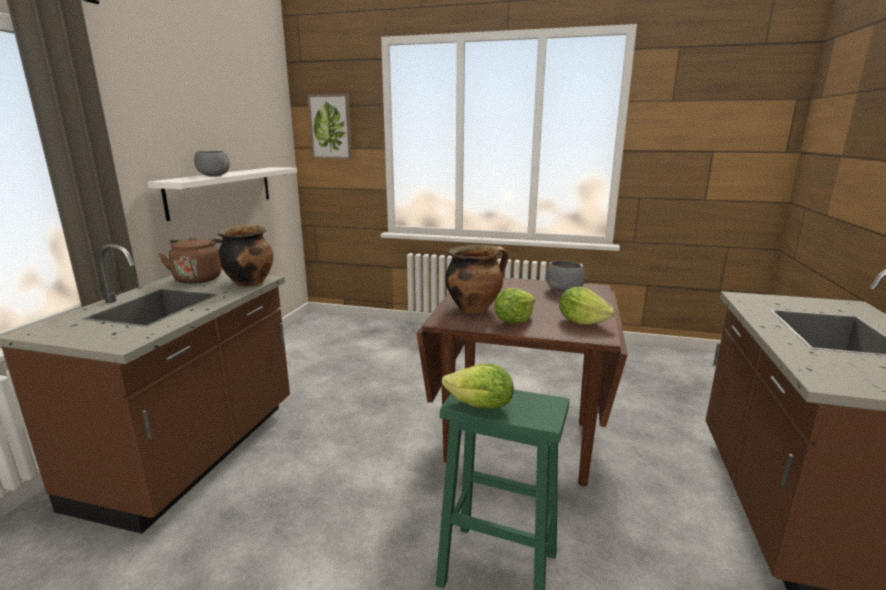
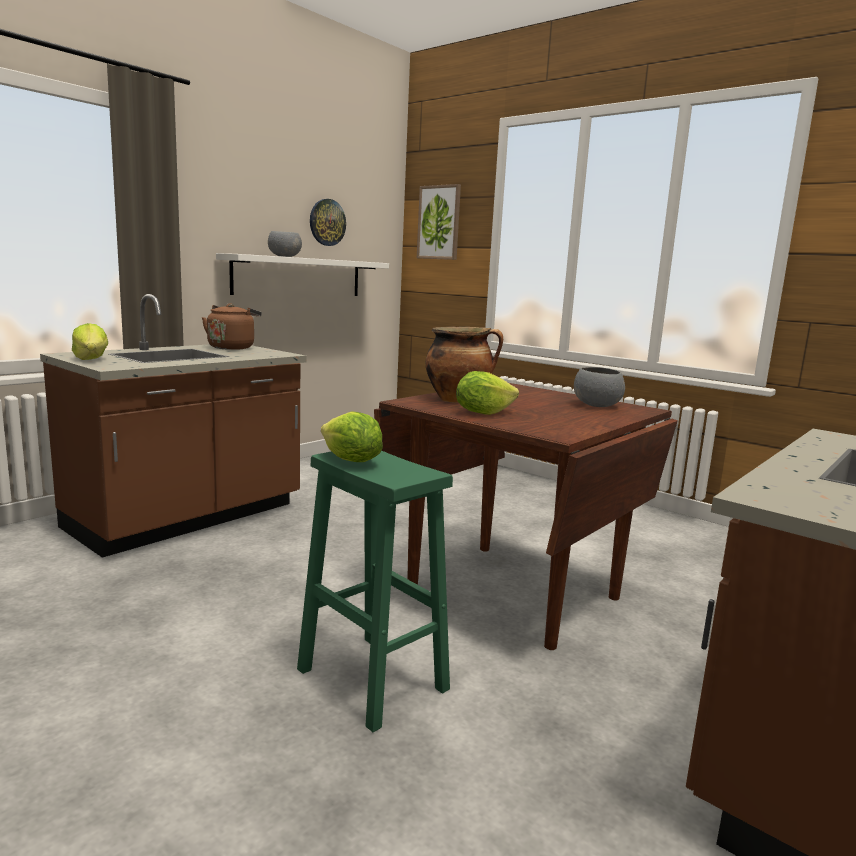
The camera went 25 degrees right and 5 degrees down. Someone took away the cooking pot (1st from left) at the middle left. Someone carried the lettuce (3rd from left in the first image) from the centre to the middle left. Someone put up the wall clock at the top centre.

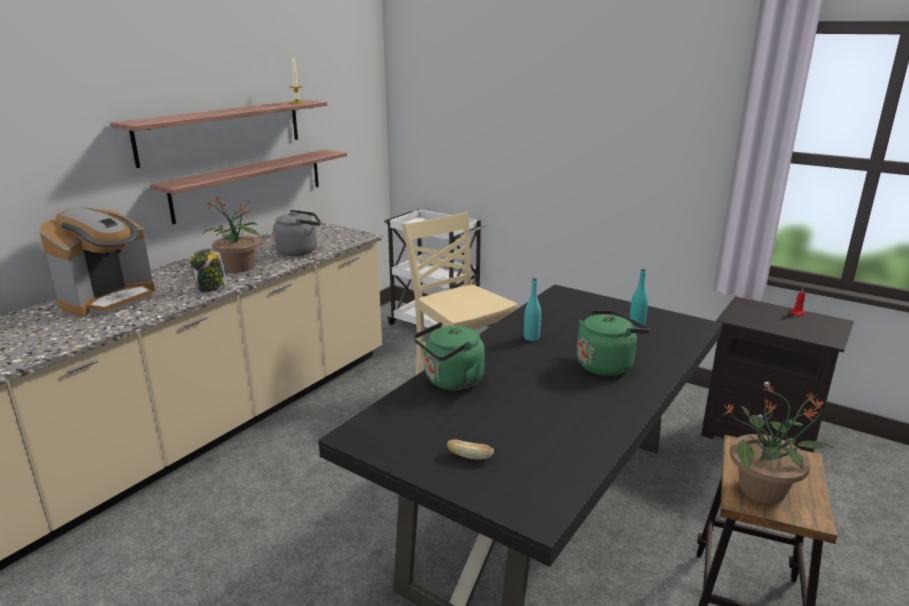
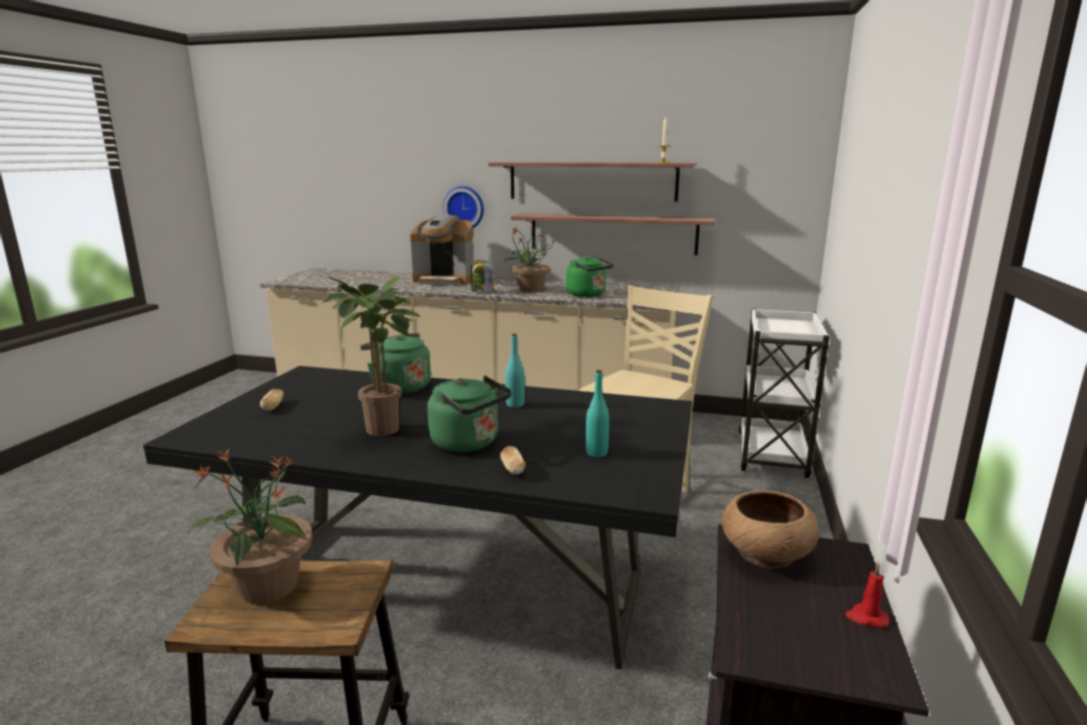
The camera went 70 degrees right and 5 degrees down. Someone repainted the kettle (grey) at the middle left, which became the kettle (green) (3rd from left) at the centre. Someone put up the wall clock at the top centre. Someone put down the potted plant (2nd from left) at the centre. Someone put down the bread (2nd from left) at the centre. Someone put down the bowl (brown) at the bottom right.

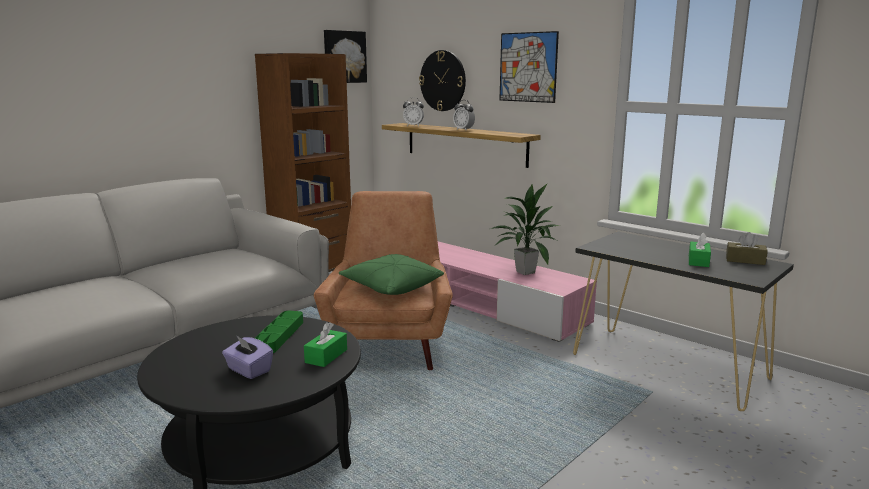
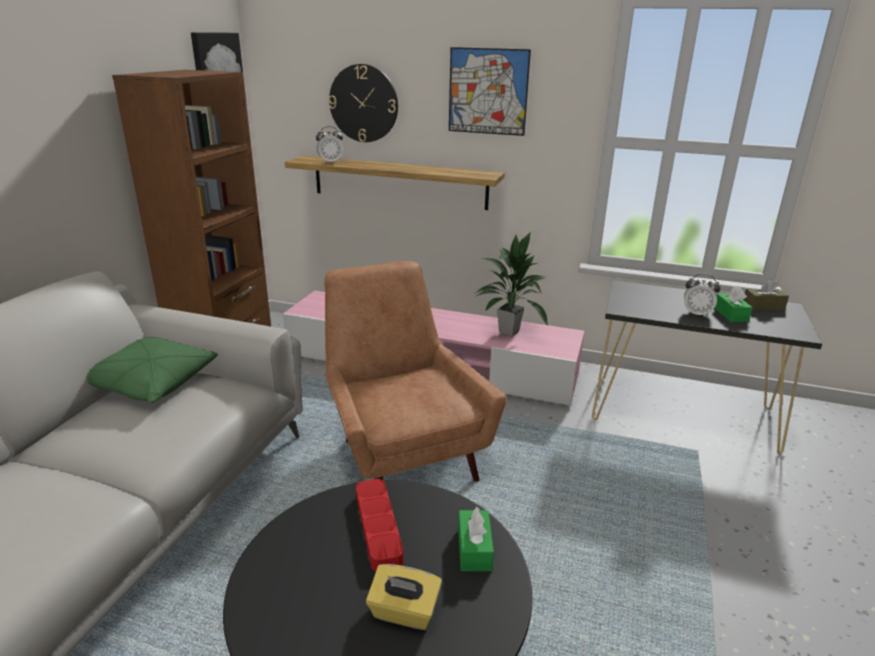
The camera went 25 degrees left and 10 degrees up. Someone carried the alarm clock (2nd from left) from the top centre to the middle right. Someone carried the pillow (green) from the centre to the middle left. Someone repainted the tray (green) at the bottom left, which became the tray (red) at the bottom centre. Someone repainted the tissue box (purple) at the bottom left, which became the tissue box (yellow) at the bottom centre.

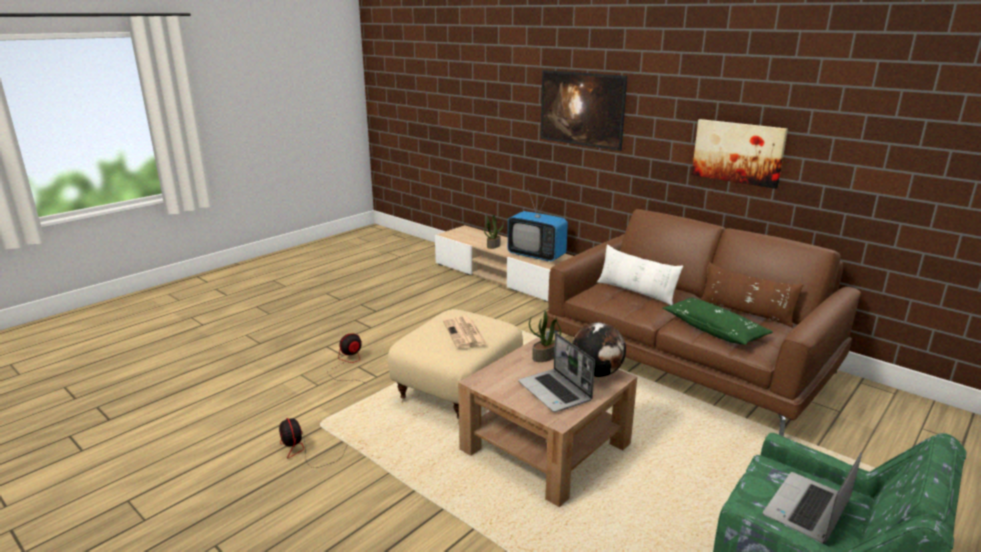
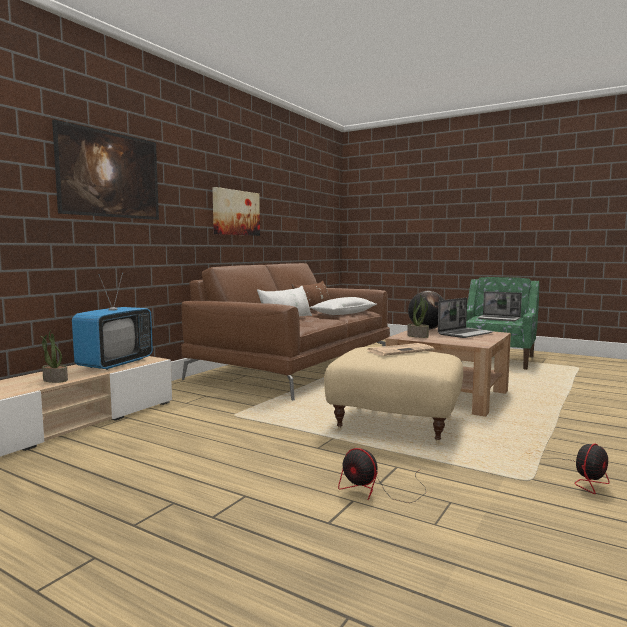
The camera went 100 degrees left and 15 degrees down. Someone repainted the pillow (green) at the middle right, which became the pillow (white) (2nd from left) at the centre.

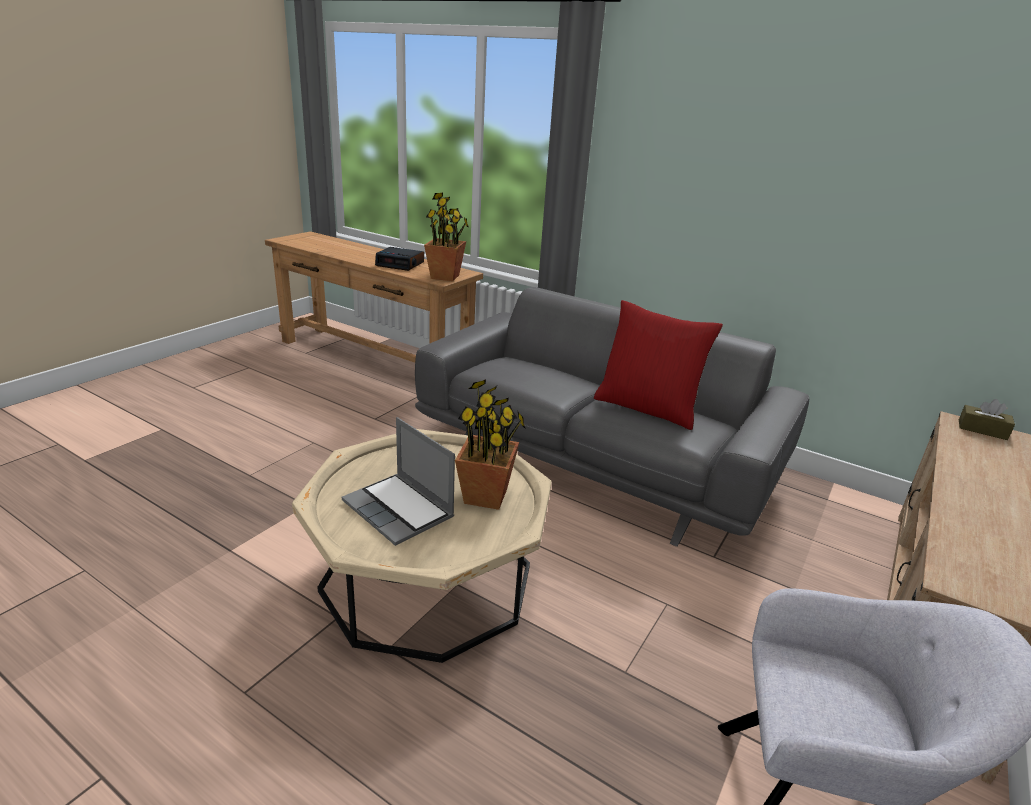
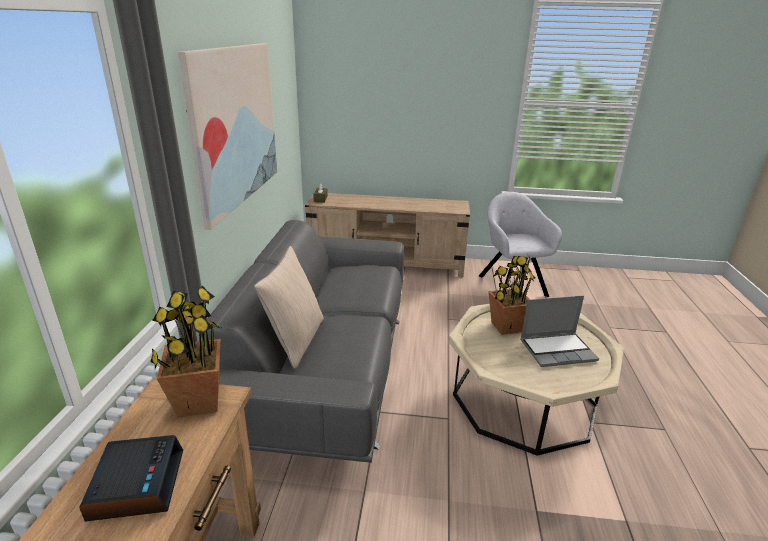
The camera went 115 degrees left and 0 degrees up. Someone took away the pillow (red) at the centre. Someone rotated the laptop at the centre by 60 degrees clockwise. Someone put up the picture at the top left. Someone put down the pillow (beige) at the centre.

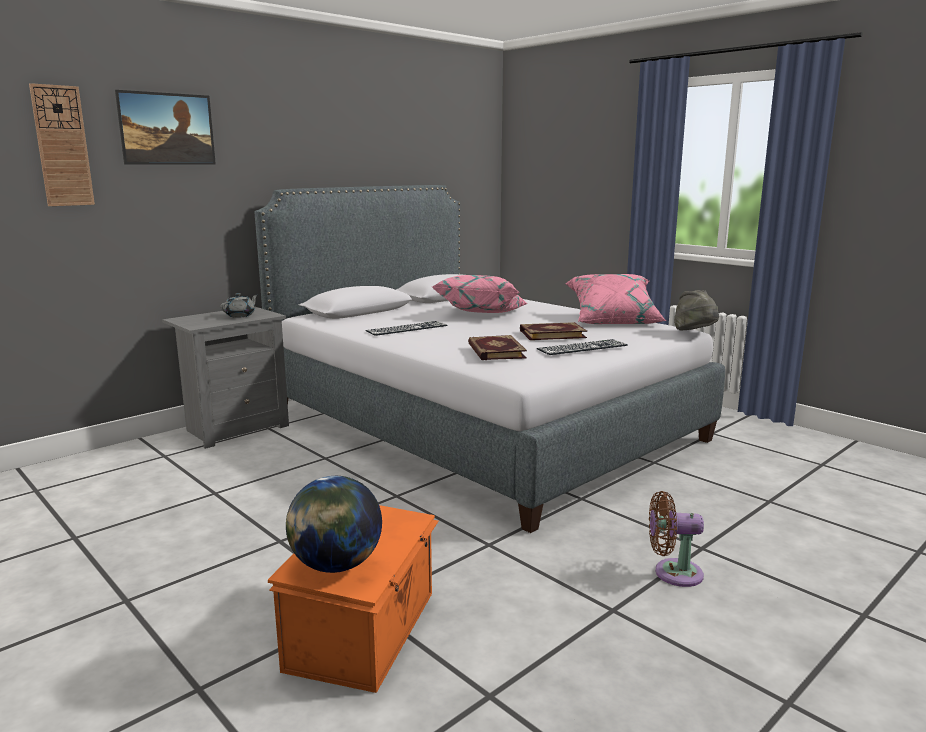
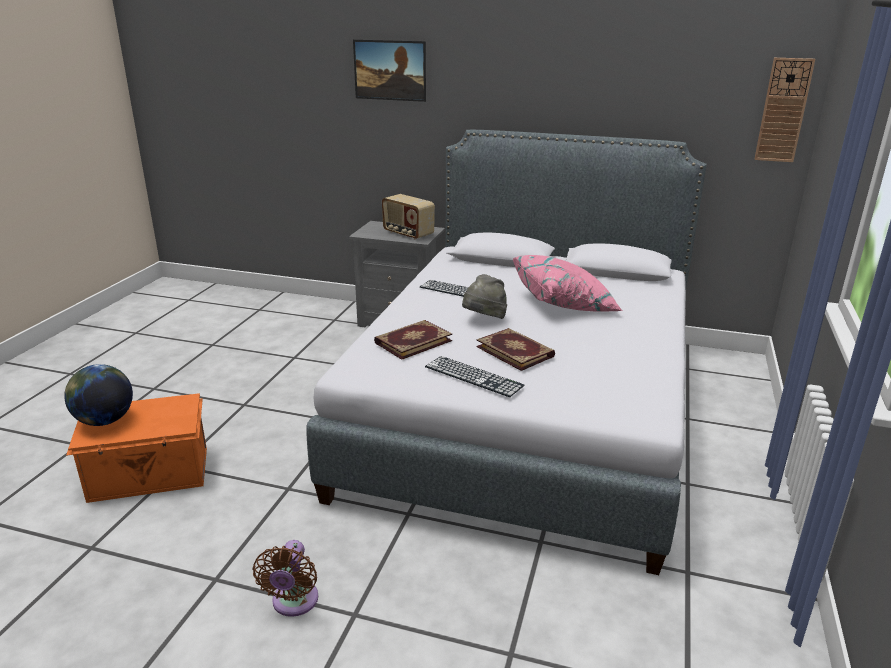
The camera went 60 degrees right and 10 degrees up. Someone carried the wall clock from the top left to the top right. Someone took away the pillow (pink) (2nd from left) at the centre. Someone carried the hat (grey) from the middle right to the centre. Someone swapped the teapot (grey) at the middle left for the radio at the top centre. Someone rotated the fan (brown) at the bottom right by 150 degrees counterclockwise.

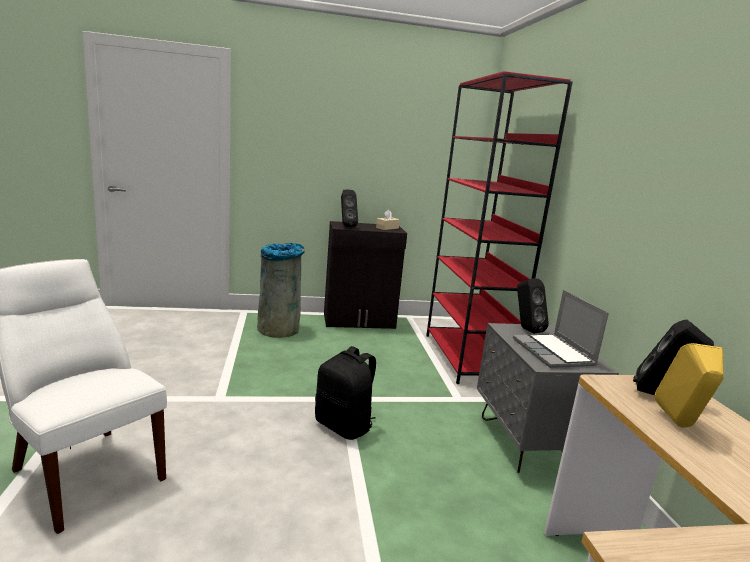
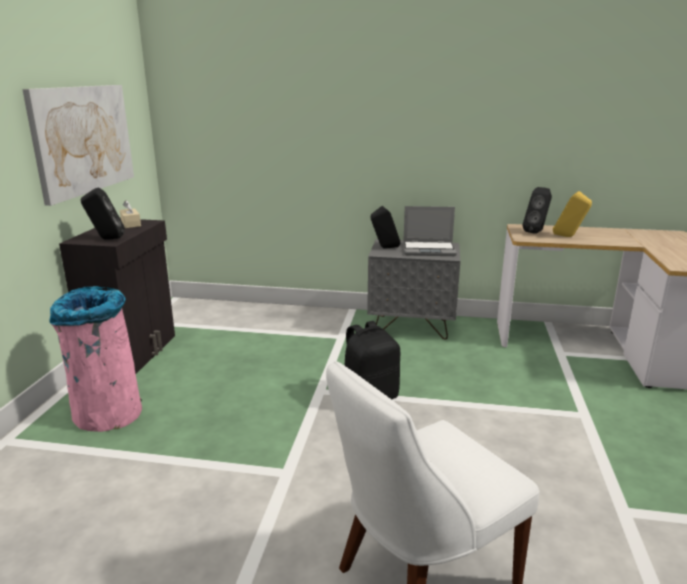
The camera went 70 degrees left and 5 degrees up. Someone took away the bookcase (red) at the centre. Someone repainted the trash can (grey) at the centre, which became the trash can (pink) at the middle left. Someone put up the picture at the top left.

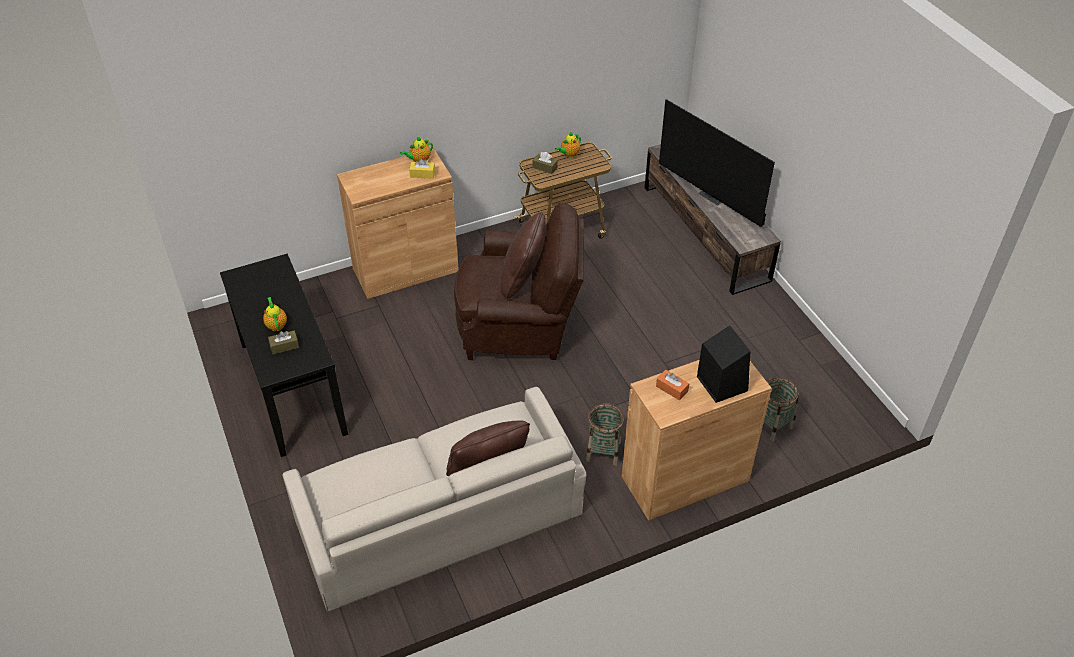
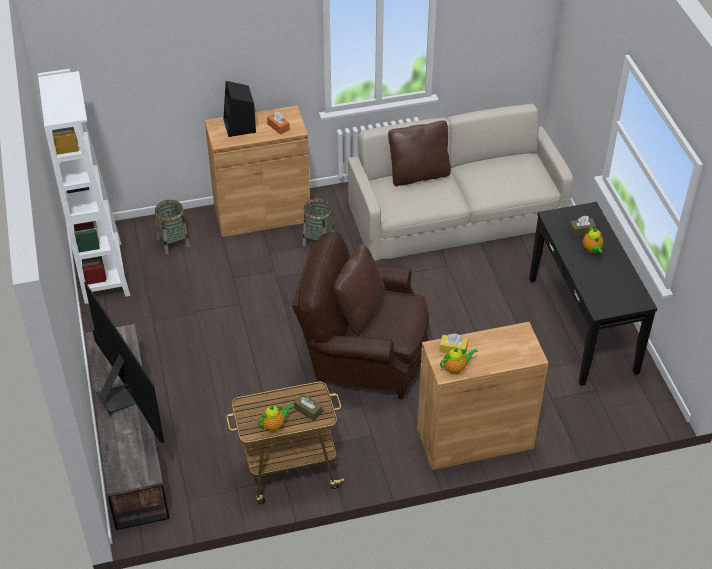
The camera went 170 degrees left and 0 degrees up. Someone put down the bookcase (white) at the top left.

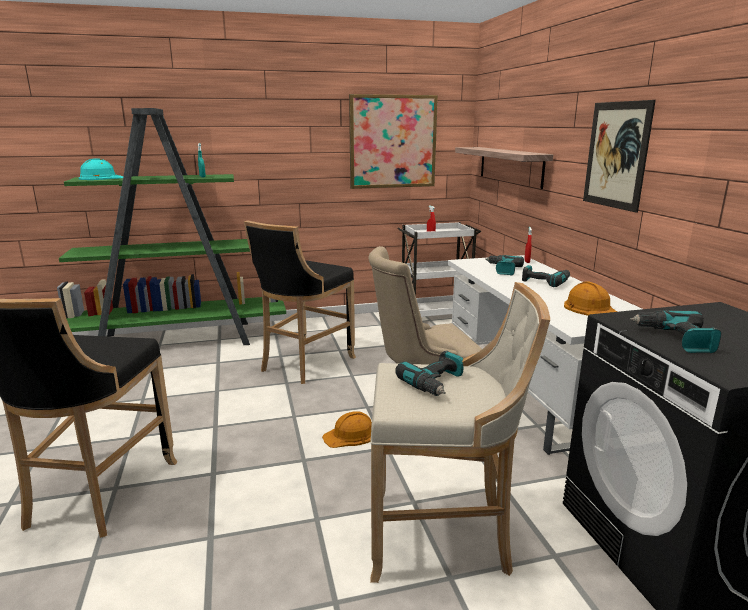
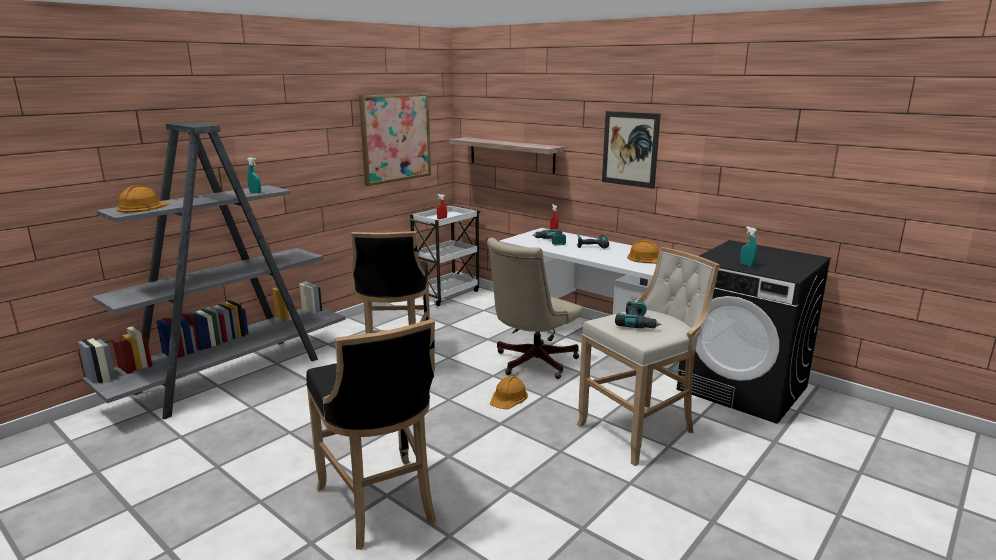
The camera went 35 degrees left and 0 degrees up. Someone repainted the bookcase (green) at the middle left, which became the bookcase (grey) at the middle left. Someone repainted the hard hat (turquoise) at the top left, which became the hard hat (orange) (1st from left) at the middle left. Someone swapped the power drill (4th from left) at the middle right for the spray bottle (turquoise) (2nd from left) at the middle right.

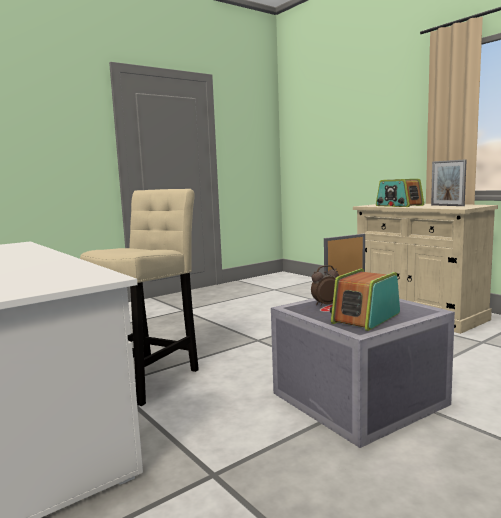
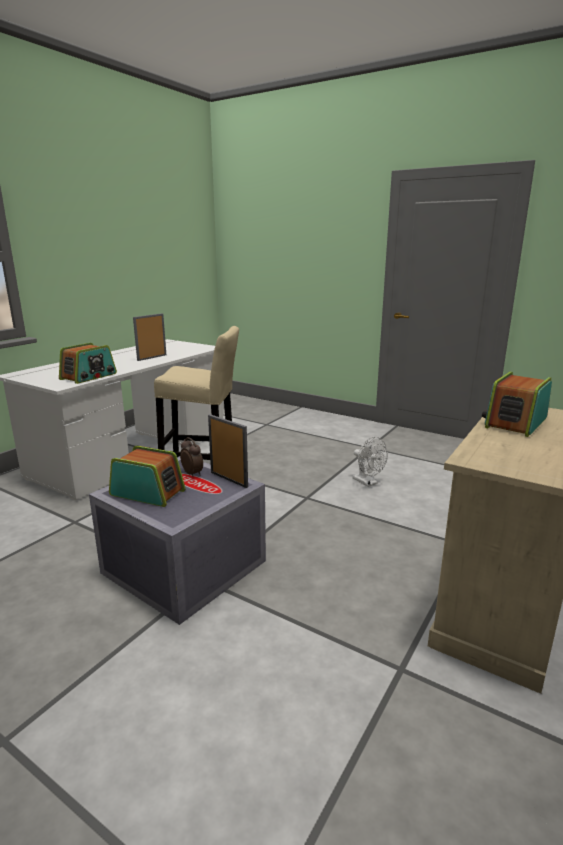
The camera went 70 degrees right and 10 degrees up. Someone carried the picture frame (2nd from left in the first image) from the middle right to the middle left. Someone put down the radio (1st from left) at the middle left. Someone put down the fan (white) at the centre.

